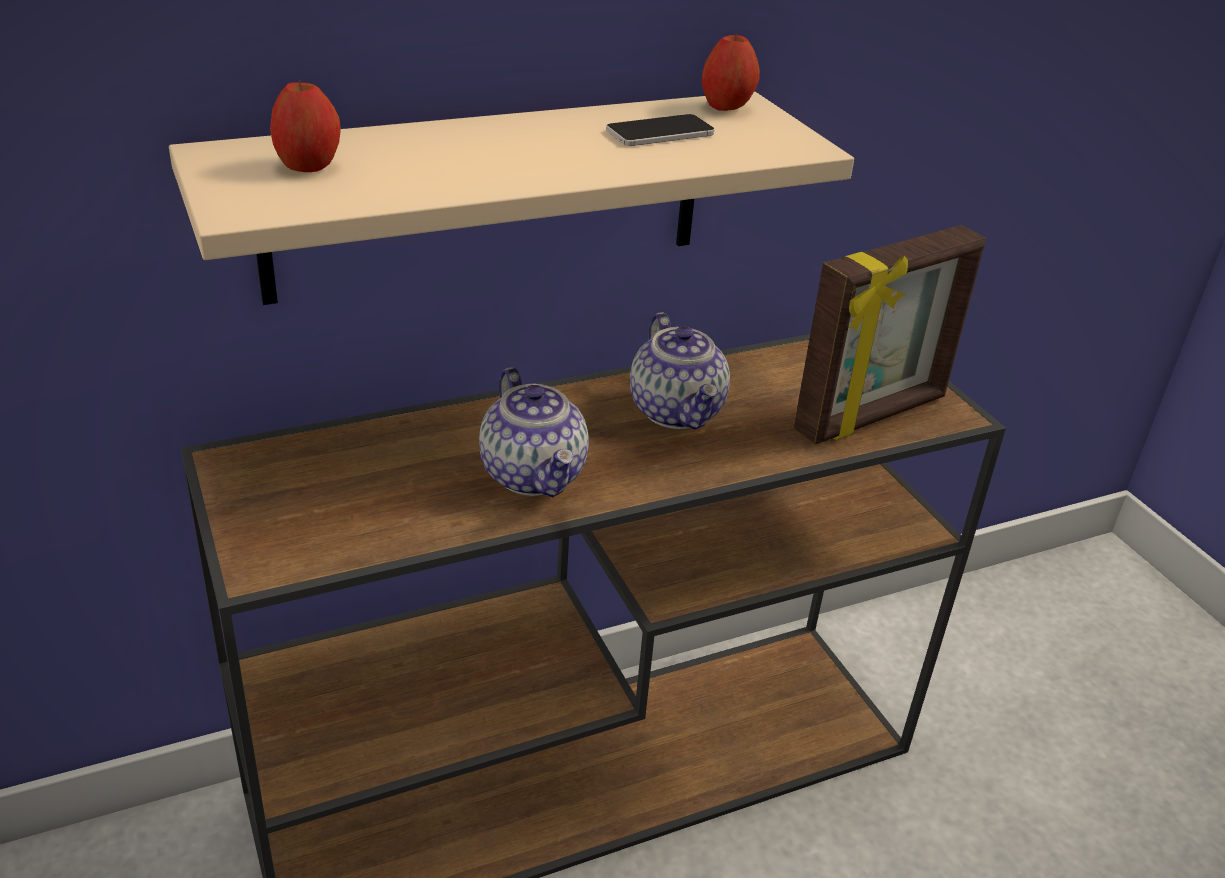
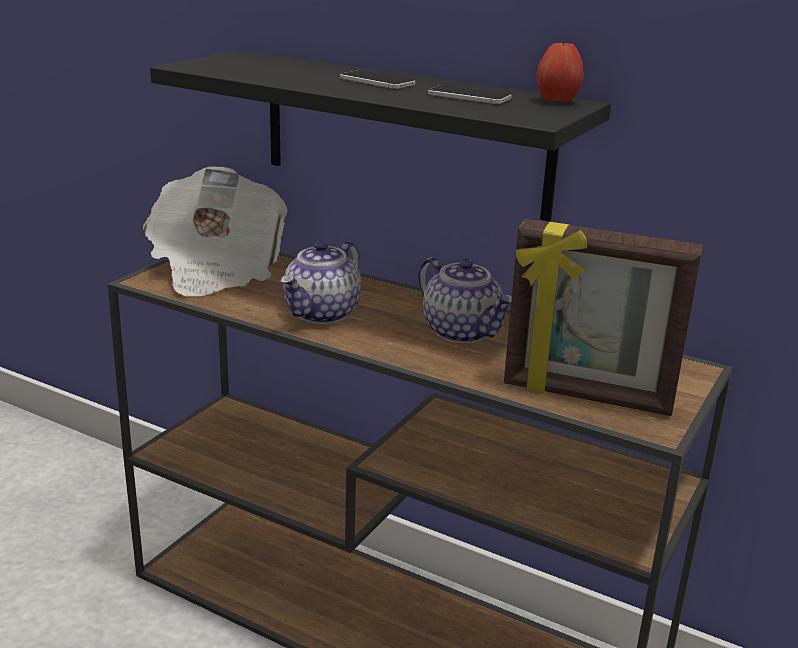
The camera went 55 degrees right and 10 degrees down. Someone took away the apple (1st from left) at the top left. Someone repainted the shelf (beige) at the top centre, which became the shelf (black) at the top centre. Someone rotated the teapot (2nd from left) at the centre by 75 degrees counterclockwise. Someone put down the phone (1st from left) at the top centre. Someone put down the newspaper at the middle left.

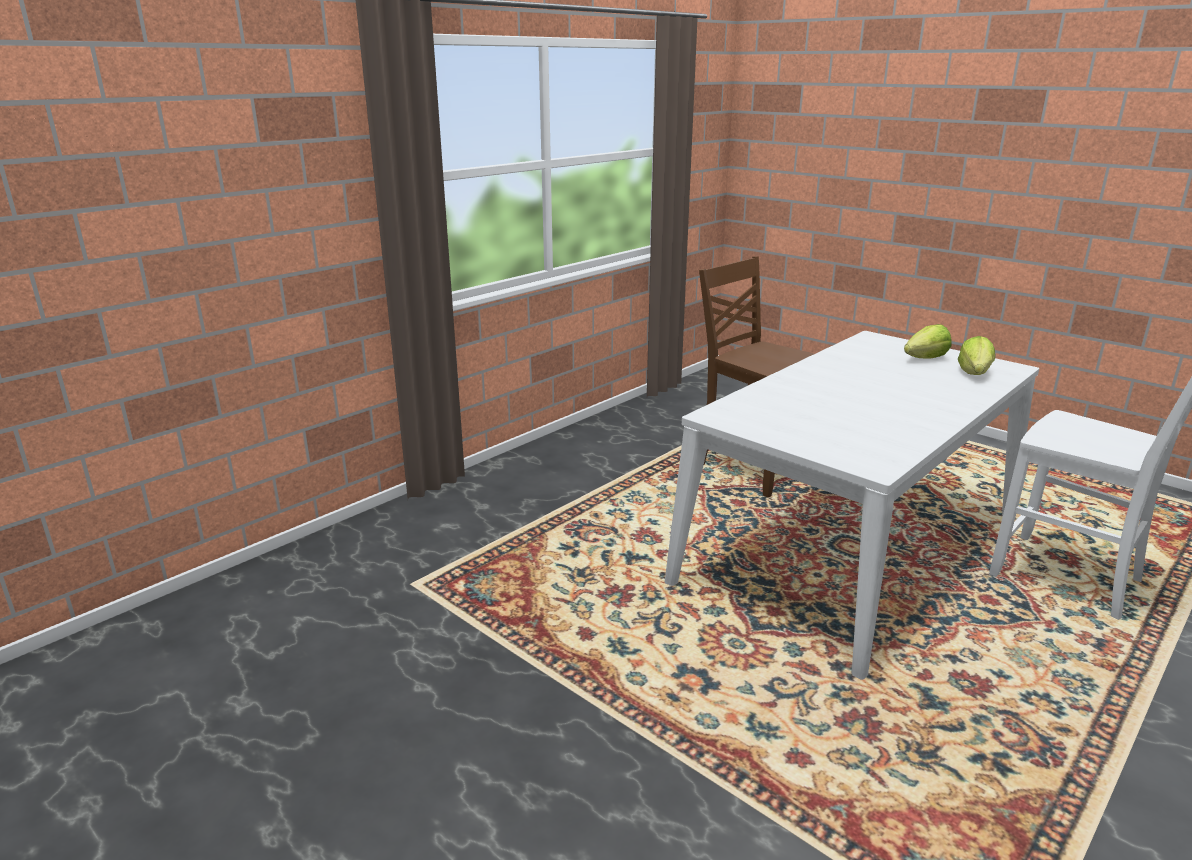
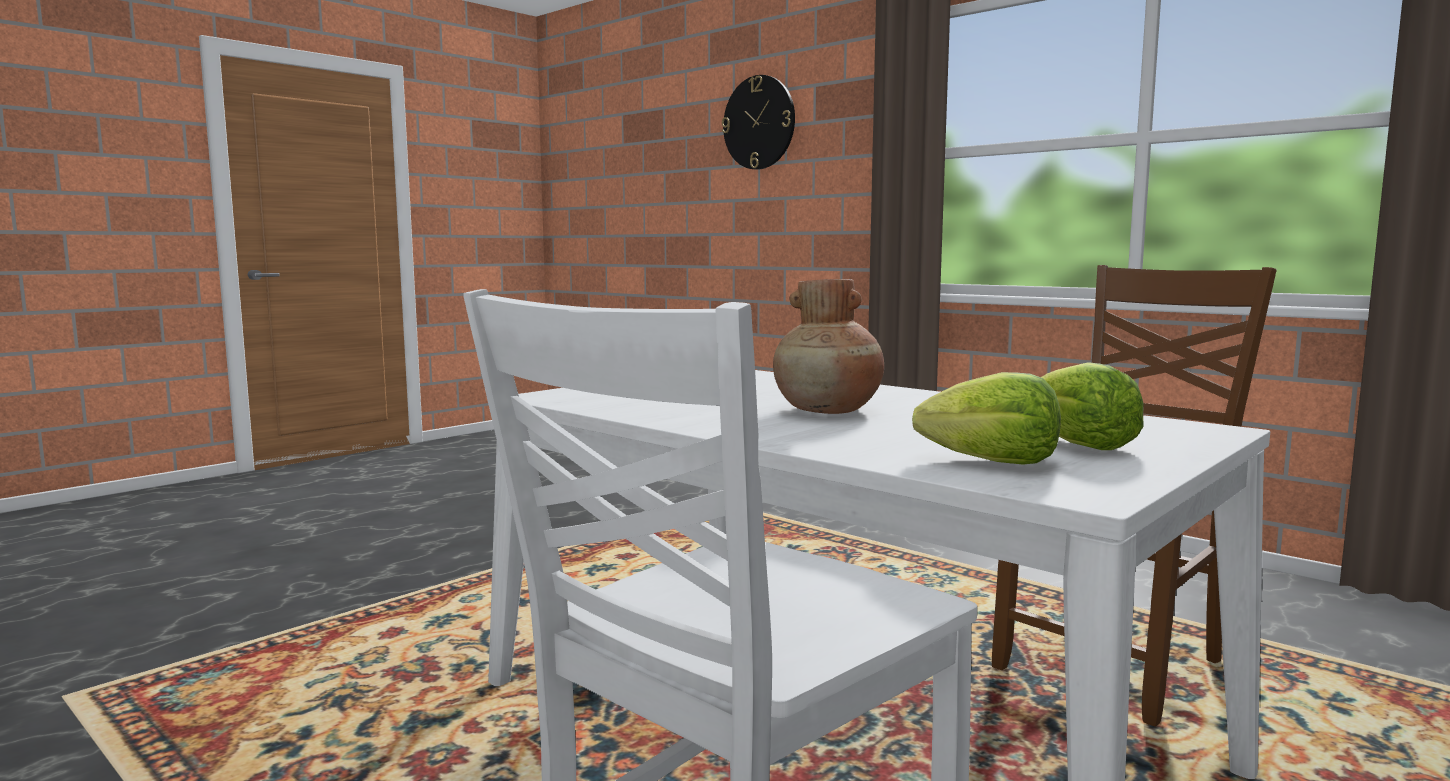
The camera went 90 degrees right and 15 degrees down. Someone put up the wall clock at the top centre. Someone put down the vase (brown) at the centre.

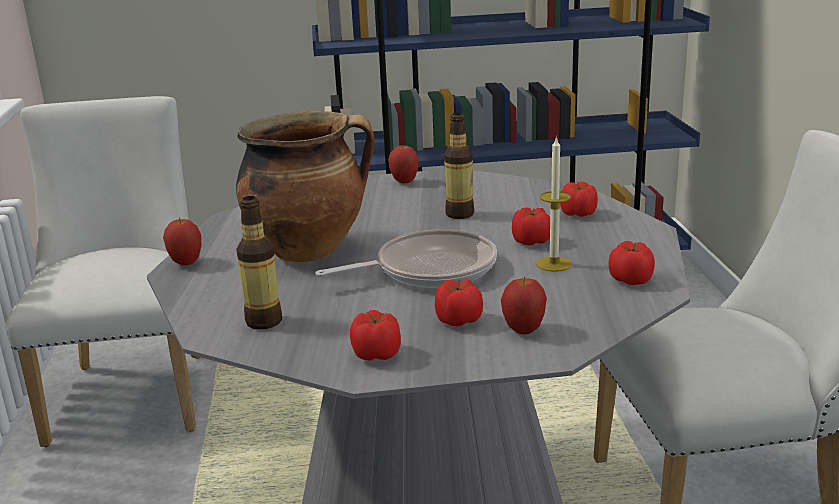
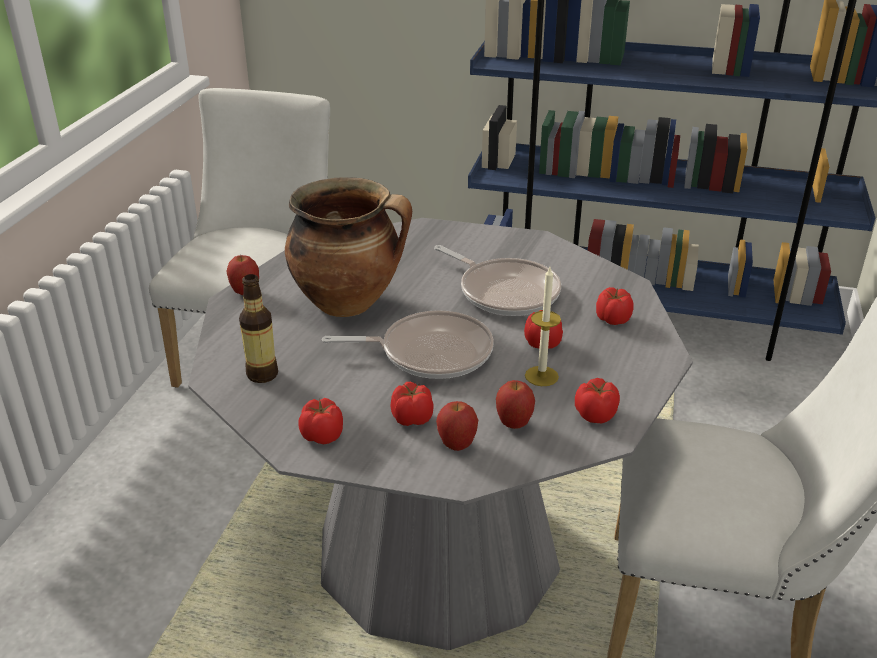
The camera went 20 degrees right and 10 degrees up. Someone swapped the bottle (2nd from left) at the top centre for the frying pan (2nd from left) at the centre. Someone carried the apple (2nd from left in the first image) from the top centre to the centre.

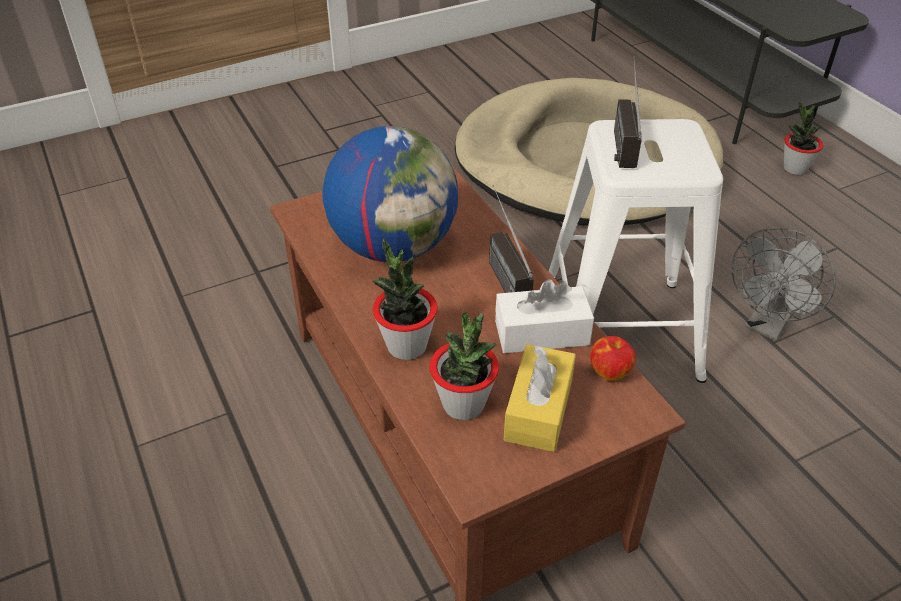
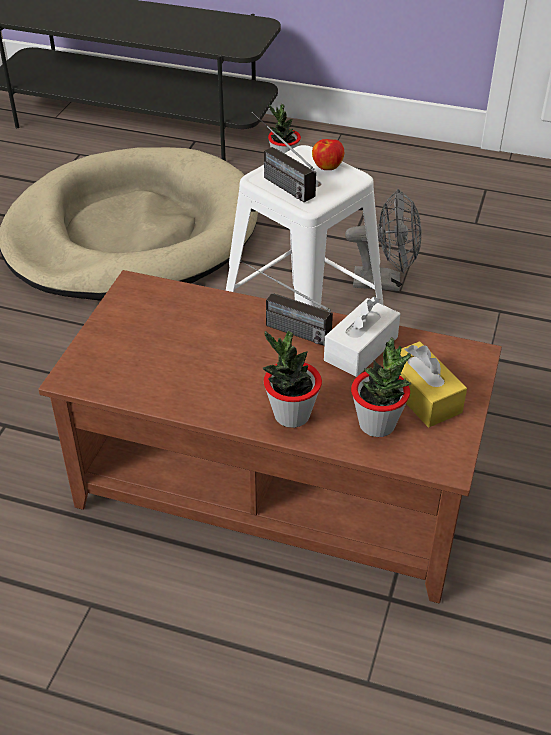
The camera went 45 degrees left and 0 degrees up. Someone took away the globe at the top centre. Someone rotated the fan (grey) at the middle right by 75 degrees counterclockwise. Someone carried the apple from the middle right to the top centre.

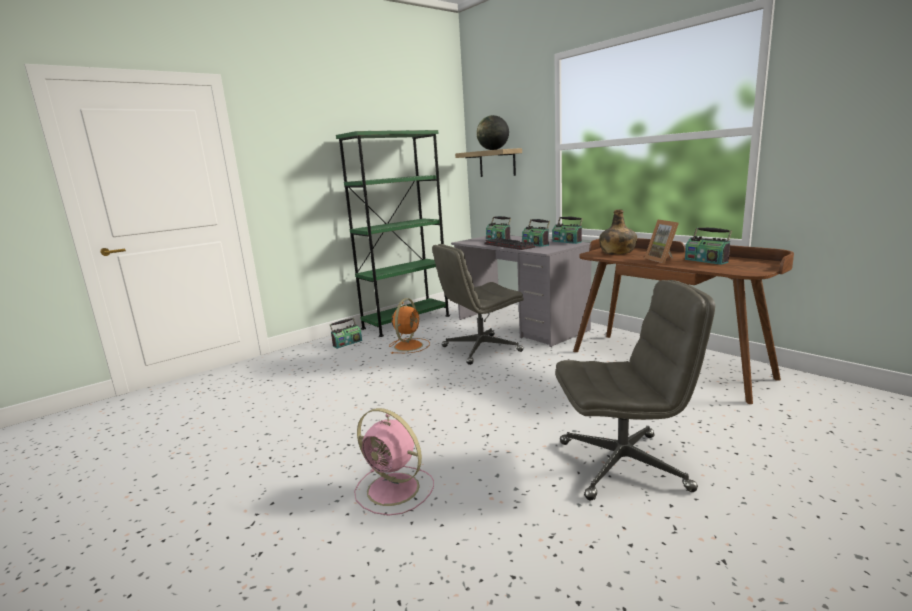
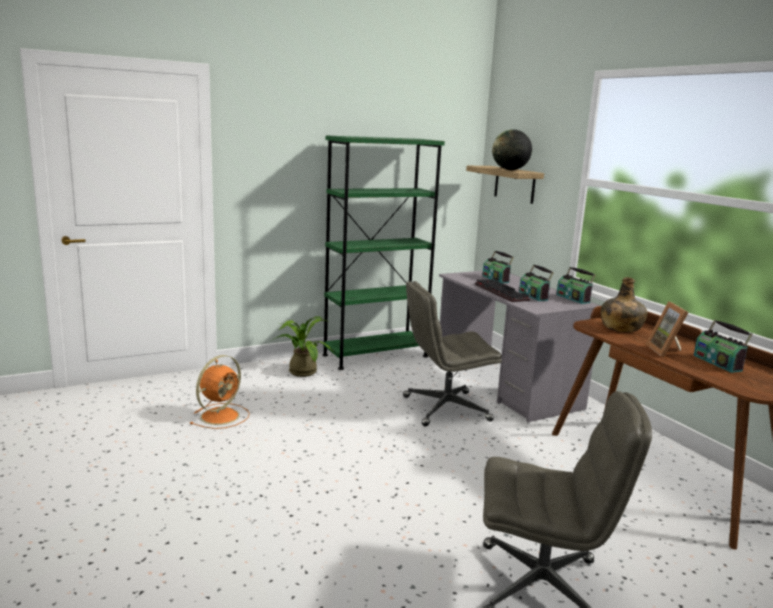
The camera went 10 degrees right and 0 degrees up. Someone carried the fan (orange) from the centre to the middle left. Someone swapped the radio (1st from left) at the centre for the potted plant at the centre. Someone took away the fan (pink) at the bottom centre.

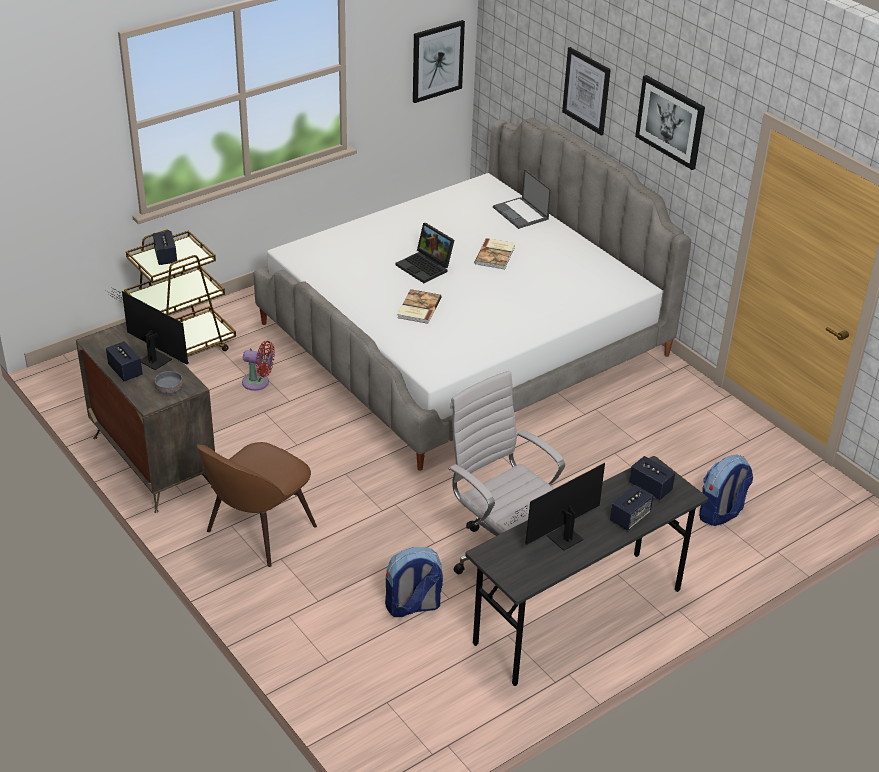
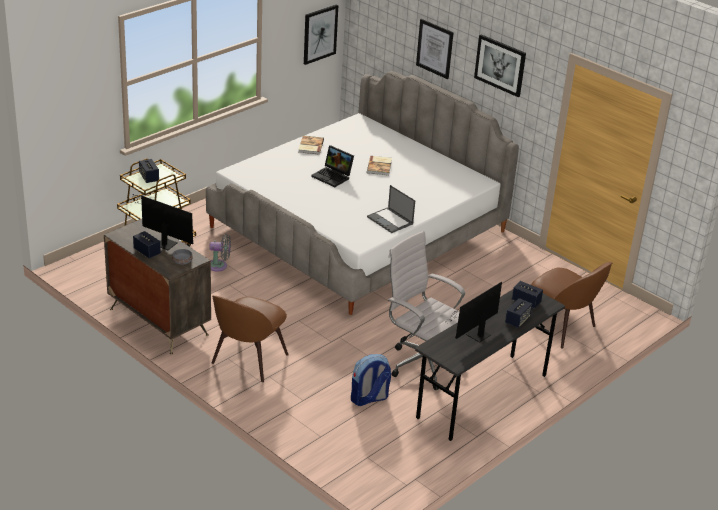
The camera went 10 degrees left and 5 degrees down. Someone carried the laptop (2nd from left) from the top centre to the centre. Someone carried the book (1st from left) from the centre to the top centre. Someone repainted the fan (red) at the middle left, which became the fan (grey) at the middle left. Someone swapped the backpack (2nd from left) at the middle right for the chair (brown) (2nd from left) at the middle right.

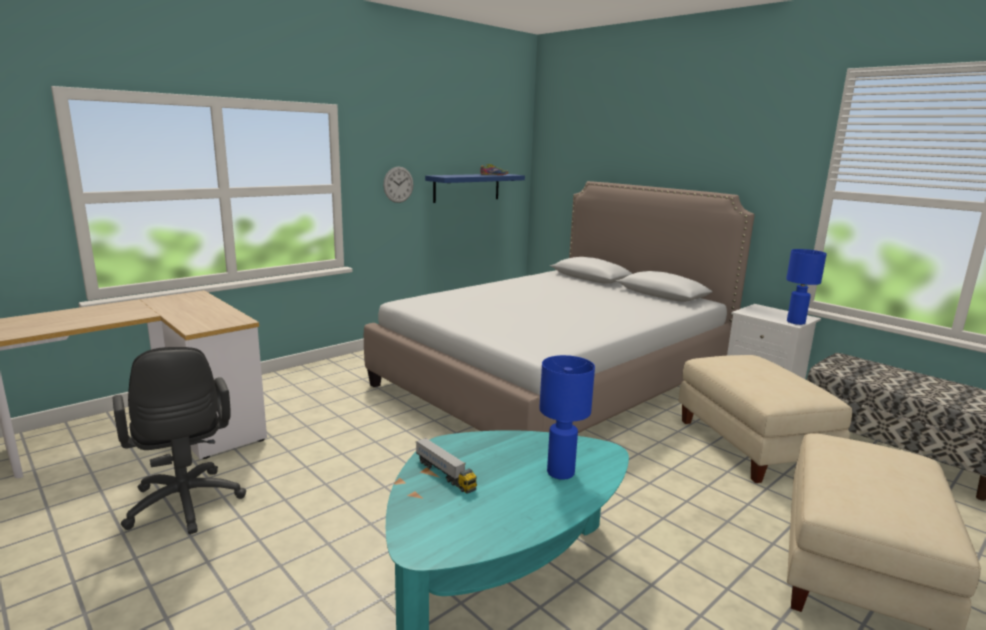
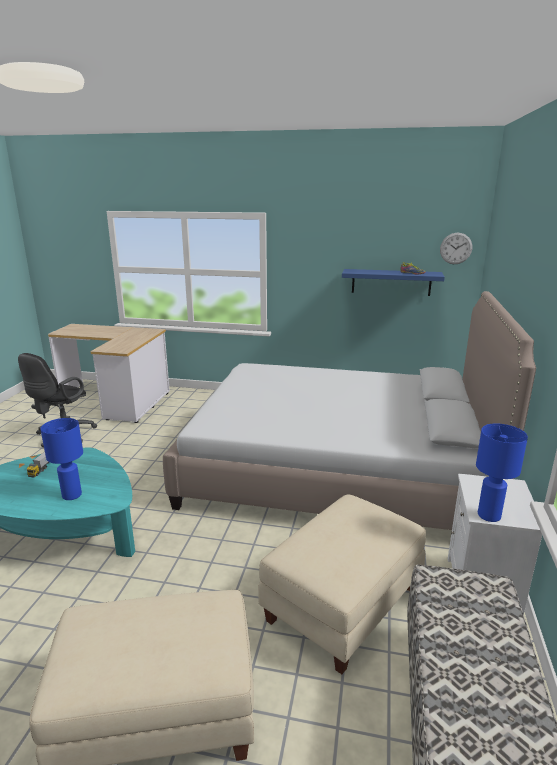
The camera went 55 degrees right and 5 degrees up. Someone carried the wall clock from the top centre to the top right.

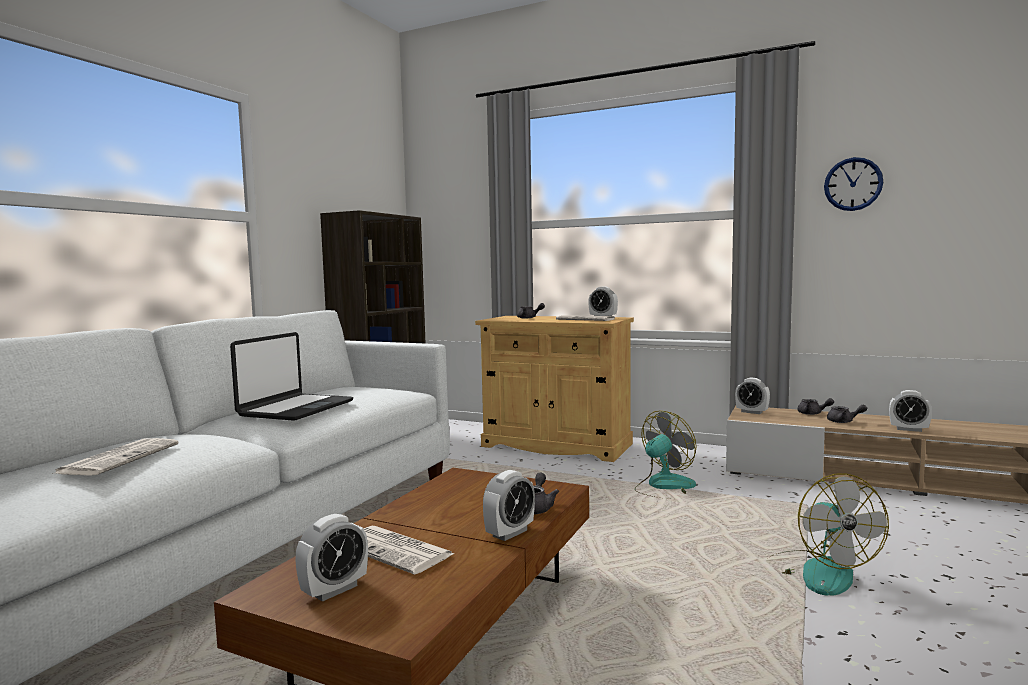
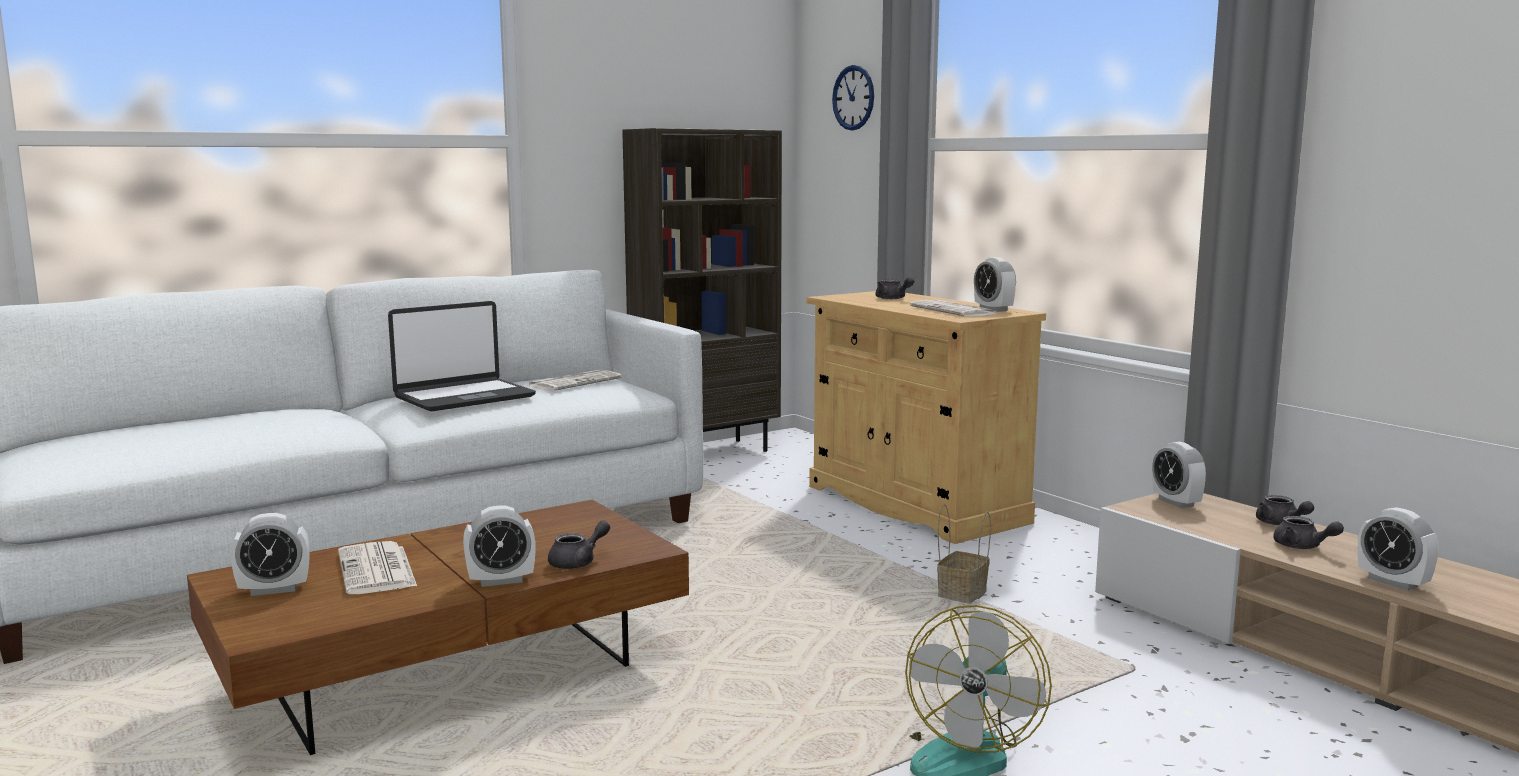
The camera went 30 degrees right and 5 degrees up. Someone carried the wall clock from the top right to the top centre. Someone swapped the fan (1st from left) at the centre for the basket at the bottom centre. Someone carried the newspaper (1st from left in the first image) from the bottom left to the centre.

